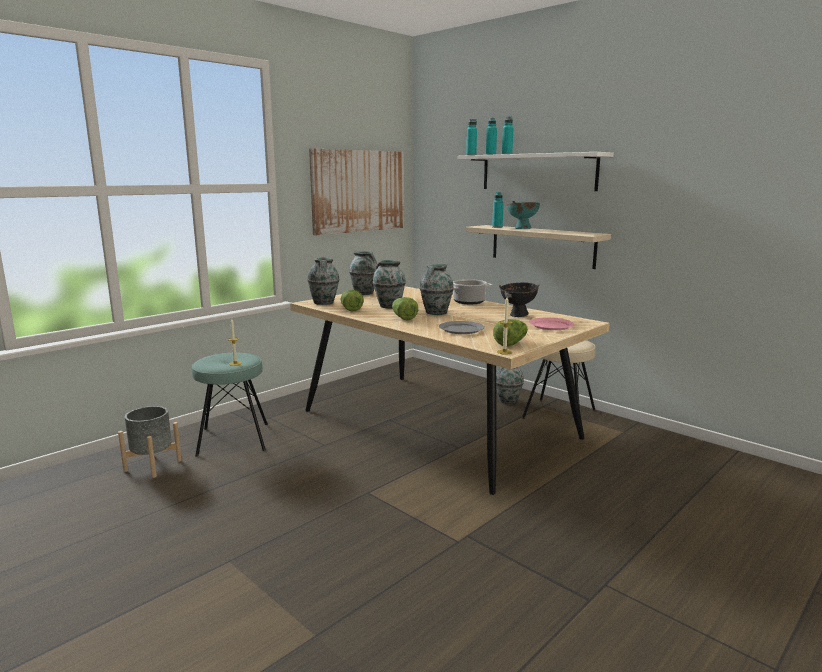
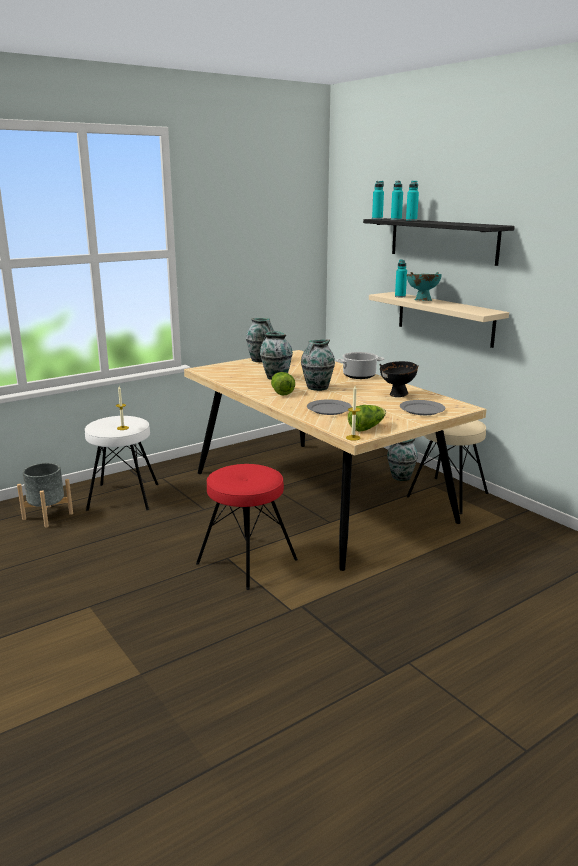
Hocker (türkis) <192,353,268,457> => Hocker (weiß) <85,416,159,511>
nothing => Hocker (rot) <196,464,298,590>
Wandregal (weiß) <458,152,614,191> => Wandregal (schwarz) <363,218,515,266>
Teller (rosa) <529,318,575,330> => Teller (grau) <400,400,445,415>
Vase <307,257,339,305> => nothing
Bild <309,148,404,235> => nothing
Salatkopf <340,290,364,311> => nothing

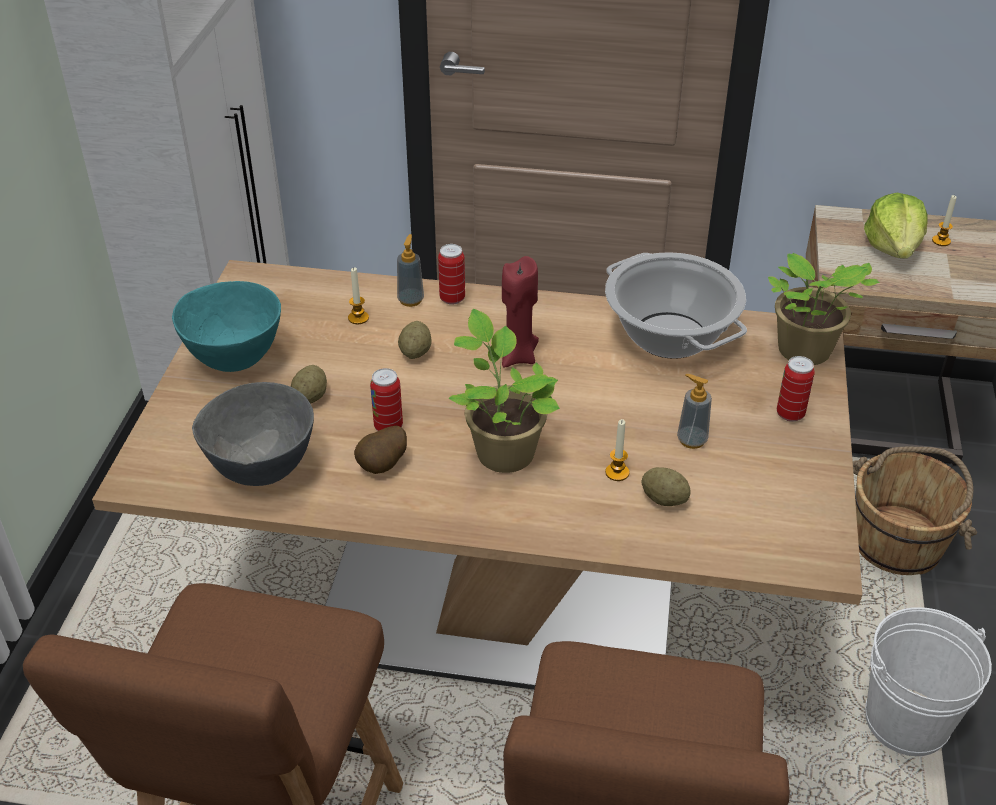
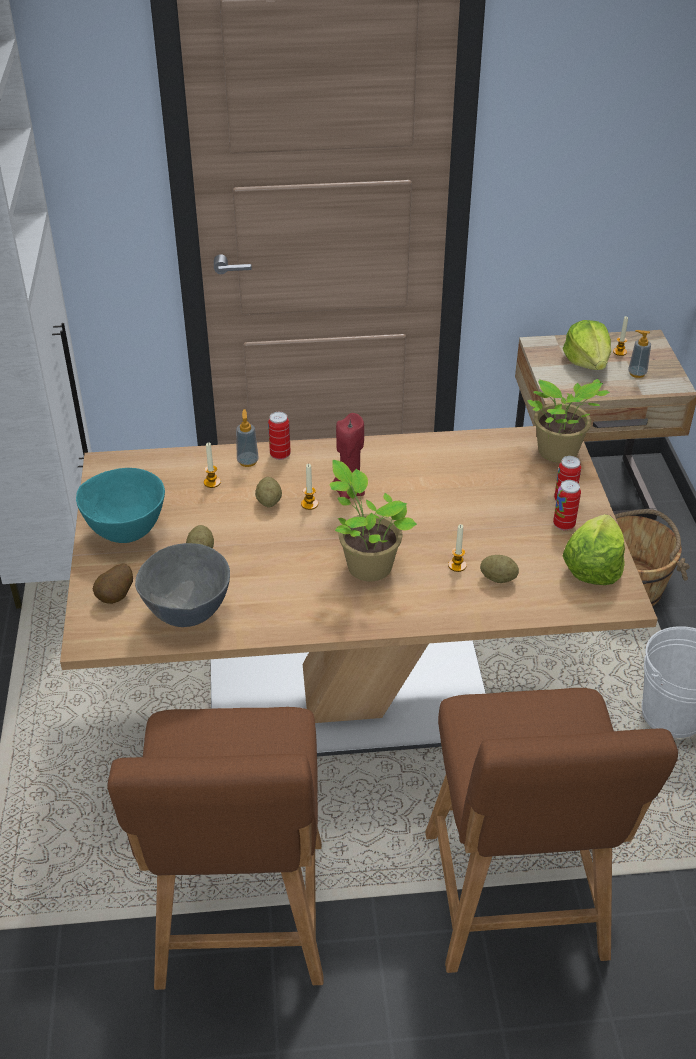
Kartoffel <354,426,407,474> => Kartoffel <93,564,133,604>, relocated
nothing => Kerze <301,464,318,510>
Dose <370,368,403,431> => Dose <553,480,581,530>, relocated
nothing => Salatkopf <563,514,625,585>
Seifenspender <677,374,712,449> => Seifenspender <628,330,651,378>, relocated
Kochtopf <605,252,747,359> => nothing

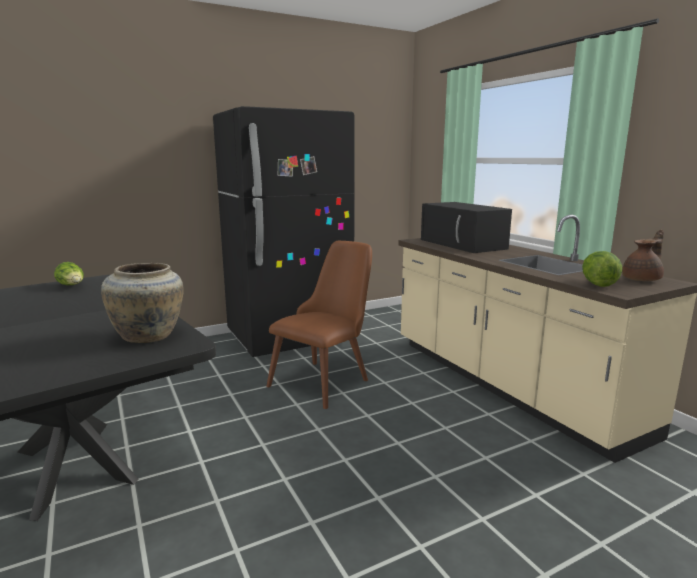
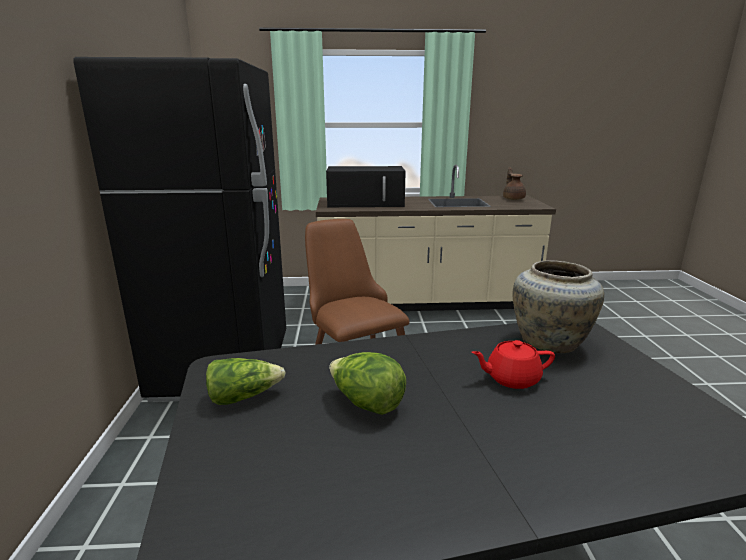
Salatkopf <582,251,622,287> => Salatkopf <329,352,407,415>, relocated
nothing => Teekanne (rot) <471,340,555,389>

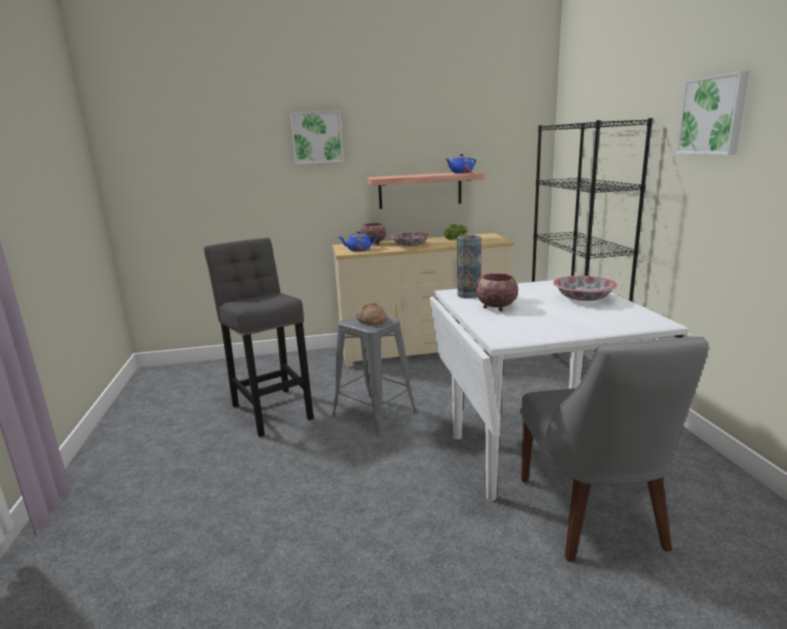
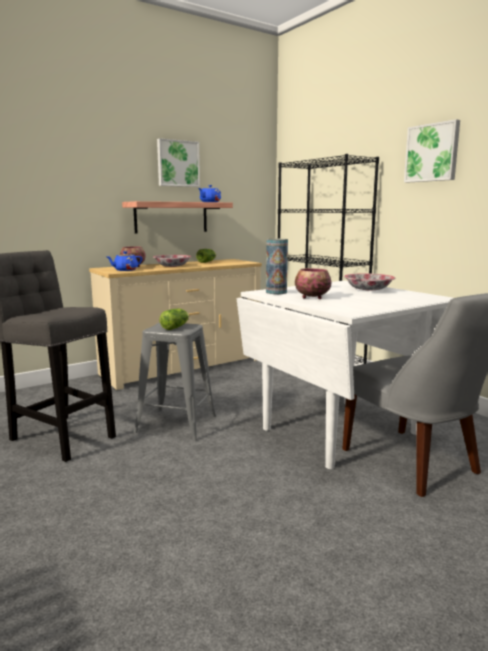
Bild <290,111,344,164> => Bild <157,138,200,187>, relocated
Brot <356,303,387,325> => Salatkopf <159,308,189,330>

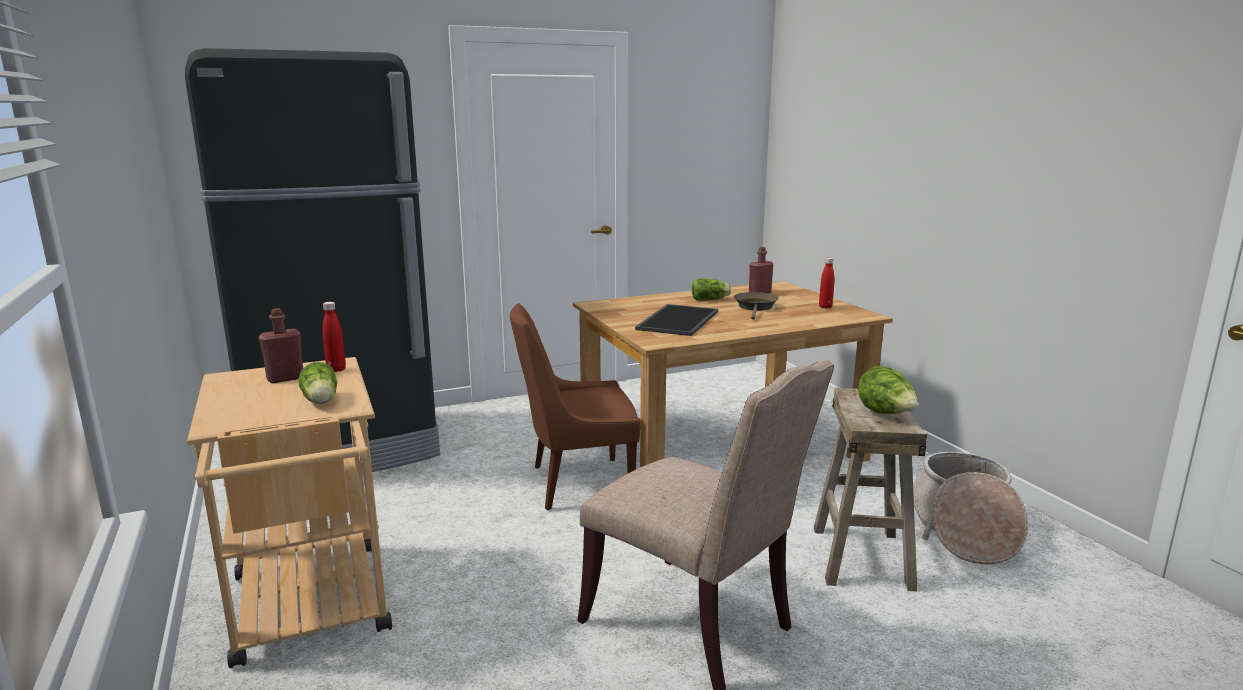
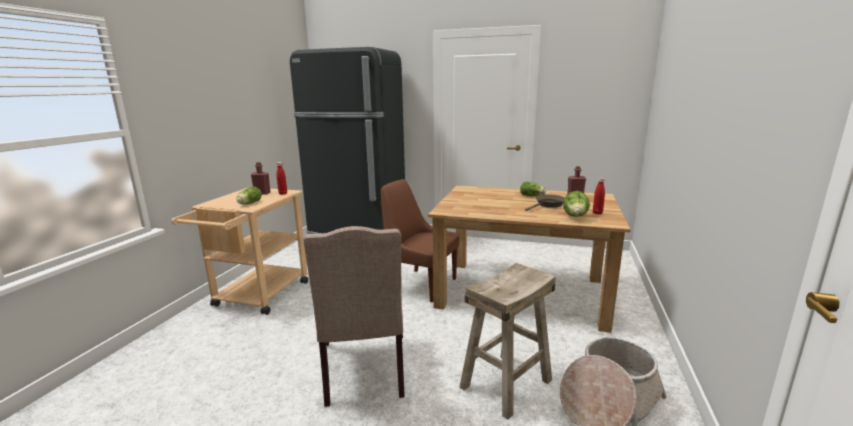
Salatkopf <858,366,918,414> => Salatkopf <563,191,590,217>, relocated
Tablett <635,304,718,336> => nothing

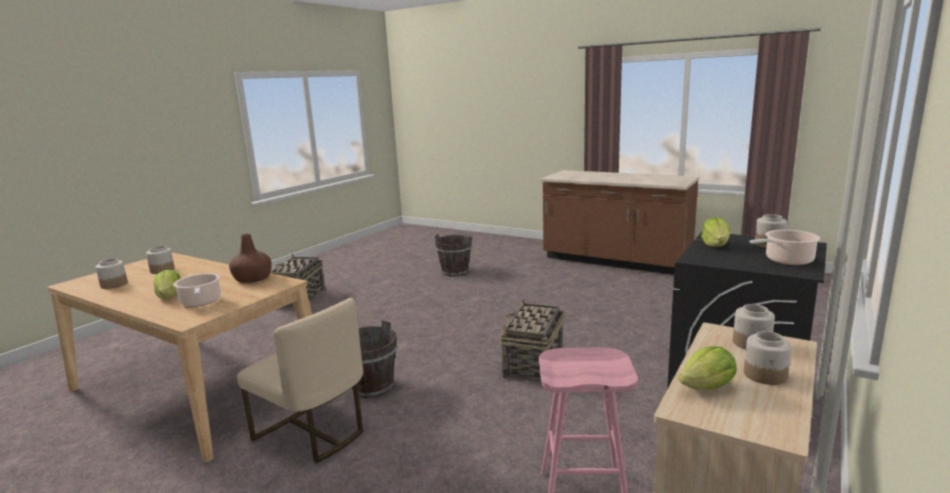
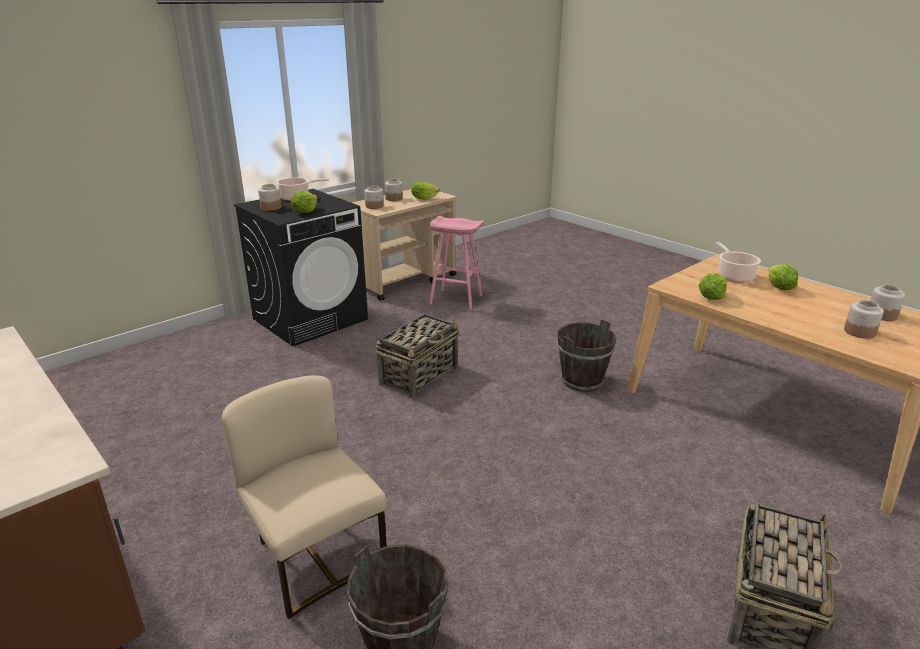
Stuhl (beige) <237,298,363,463> => Stuhl (beige) <222,375,387,619>, relocated
Flasche (braun) <229,233,272,283> => Salatkopf <699,273,727,300>

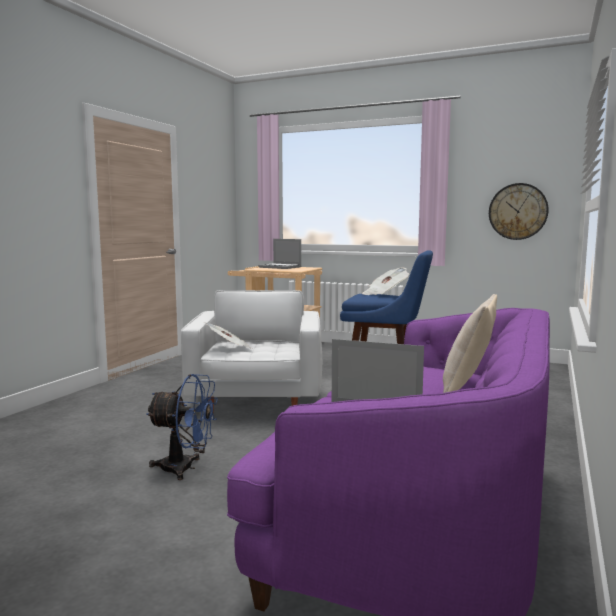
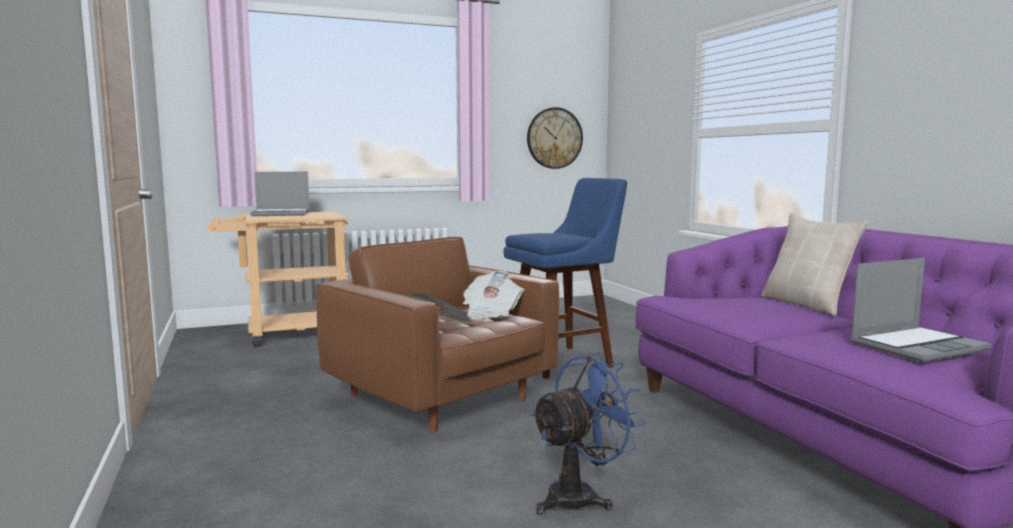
Sessel (weiß) <181,290,322,413> => Sessel (braun) <316,237,559,433>
Zeitung <362,267,409,295> => Zeitung <463,271,525,320>, relocated

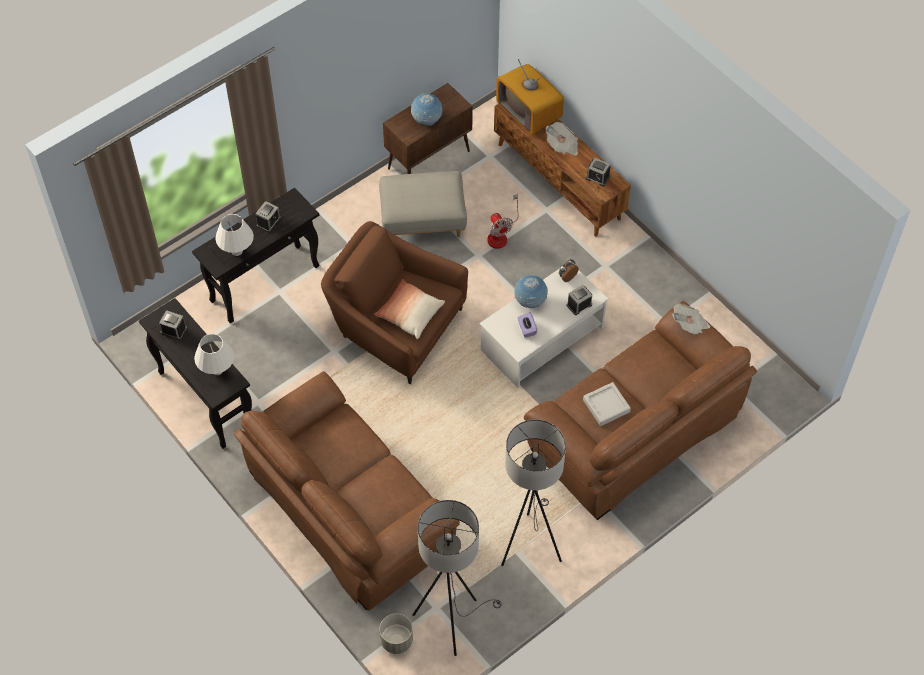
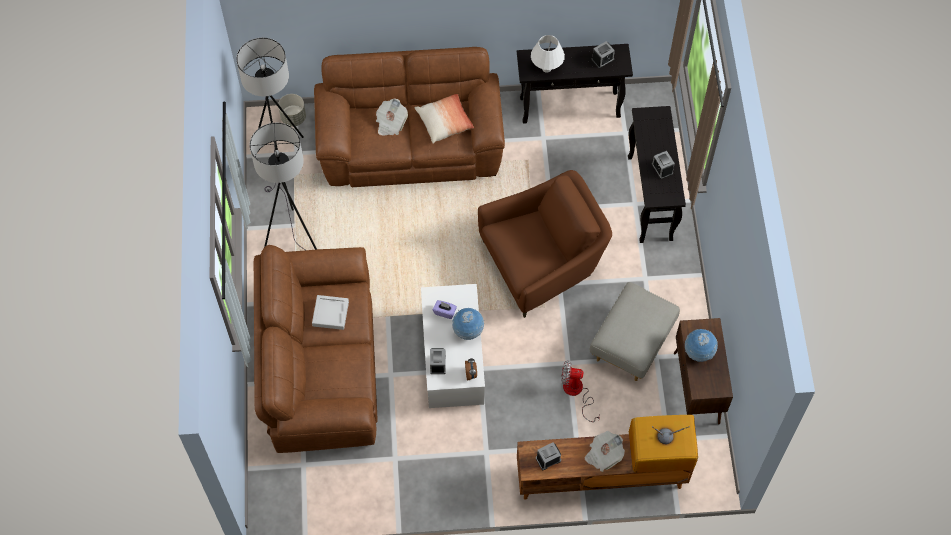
Zeitung <672,303,710,335> => Zeitung <376,99,408,135>, relocated
Kissen <374,279,445,339> => Kissen <415,94,474,144>, relocated
Tischlampe (weiß) <215,214,254,256> => nothing

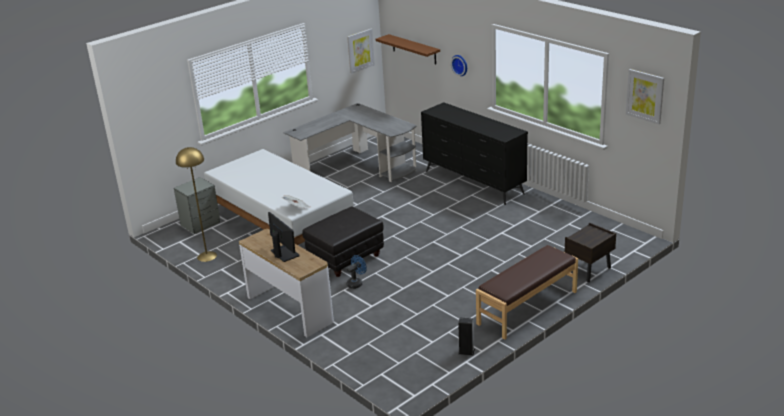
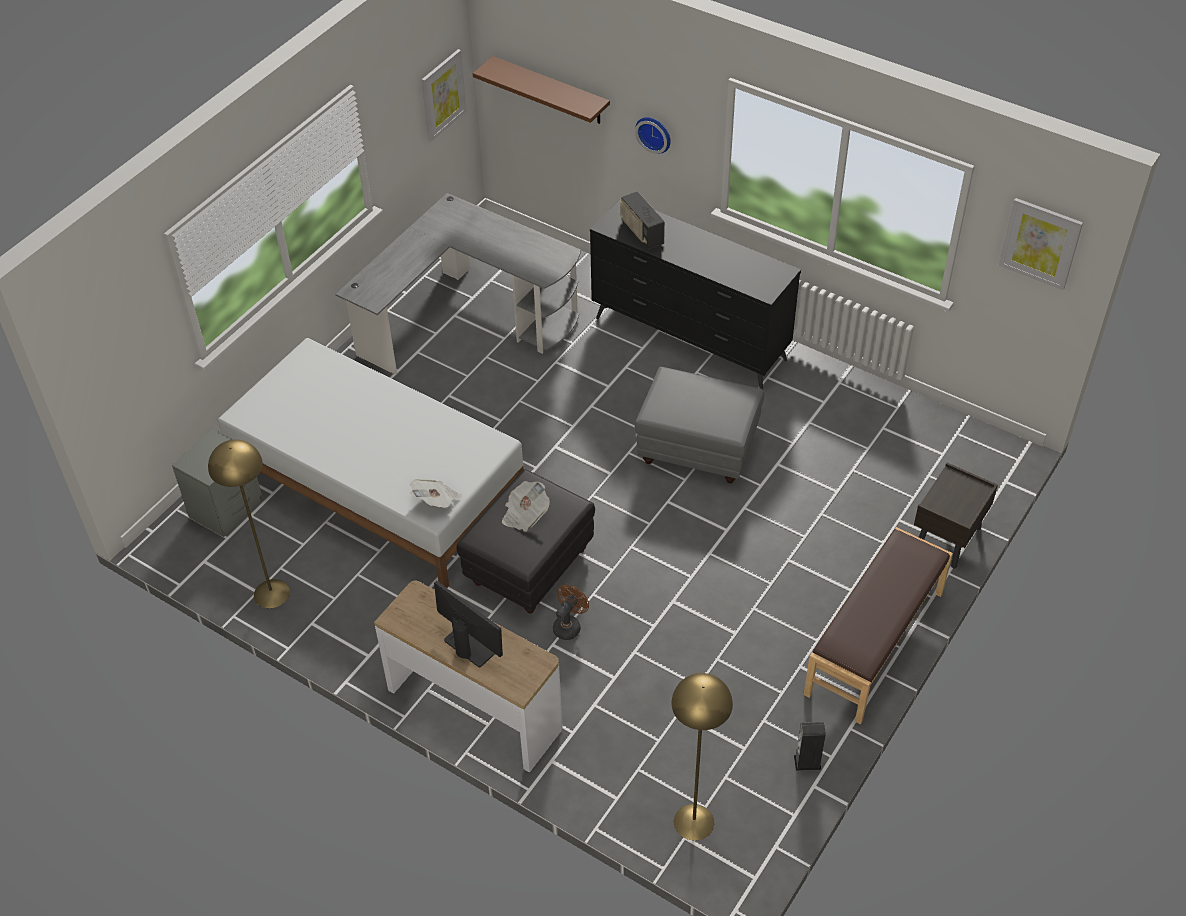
nothing => Zeitung <502,481,550,531>
Ventilator (blau) <346,255,367,289> => Ventilator (braun) <553,585,589,640>
nothing => Radio <620,191,665,250>
nothing => Polsterhocker (grau) <635,367,764,483>
nothing => Stehlampe (gelb) <671,673,733,841>

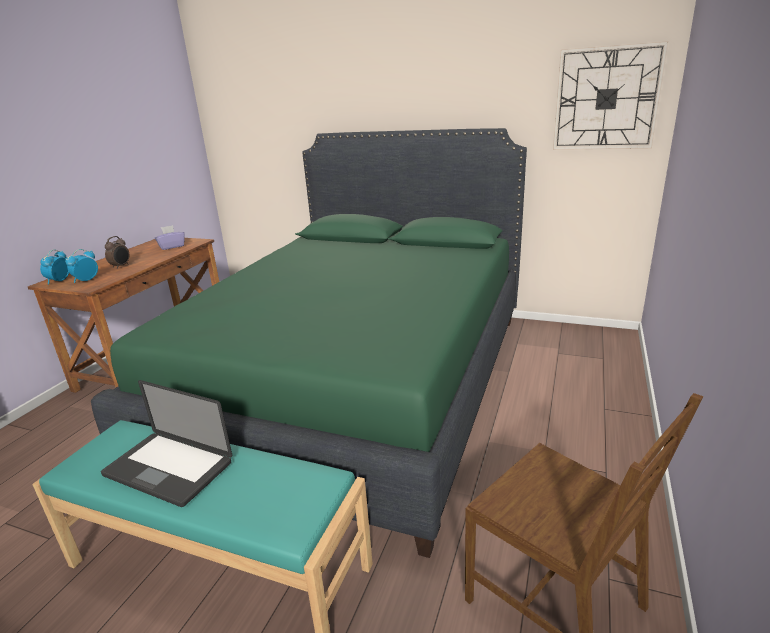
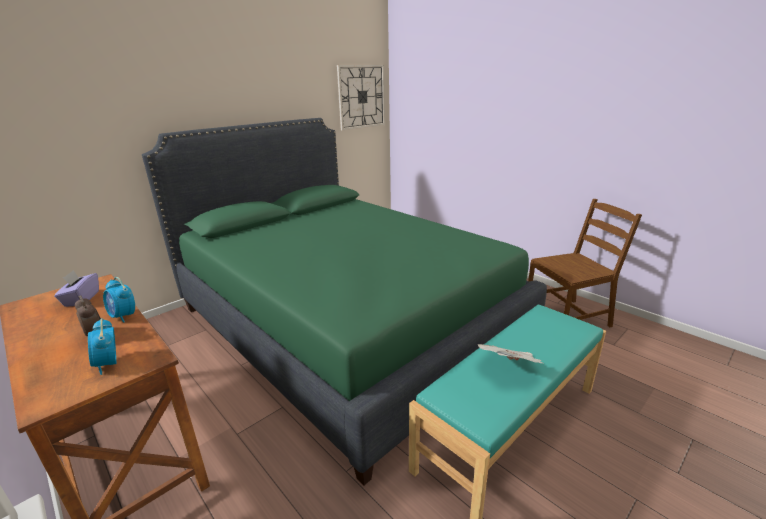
Wecker <40,249,69,284> => Wecker <103,277,135,323>, relocated
Laptop <101,380,232,507> => Zeitung <478,344,545,364>

